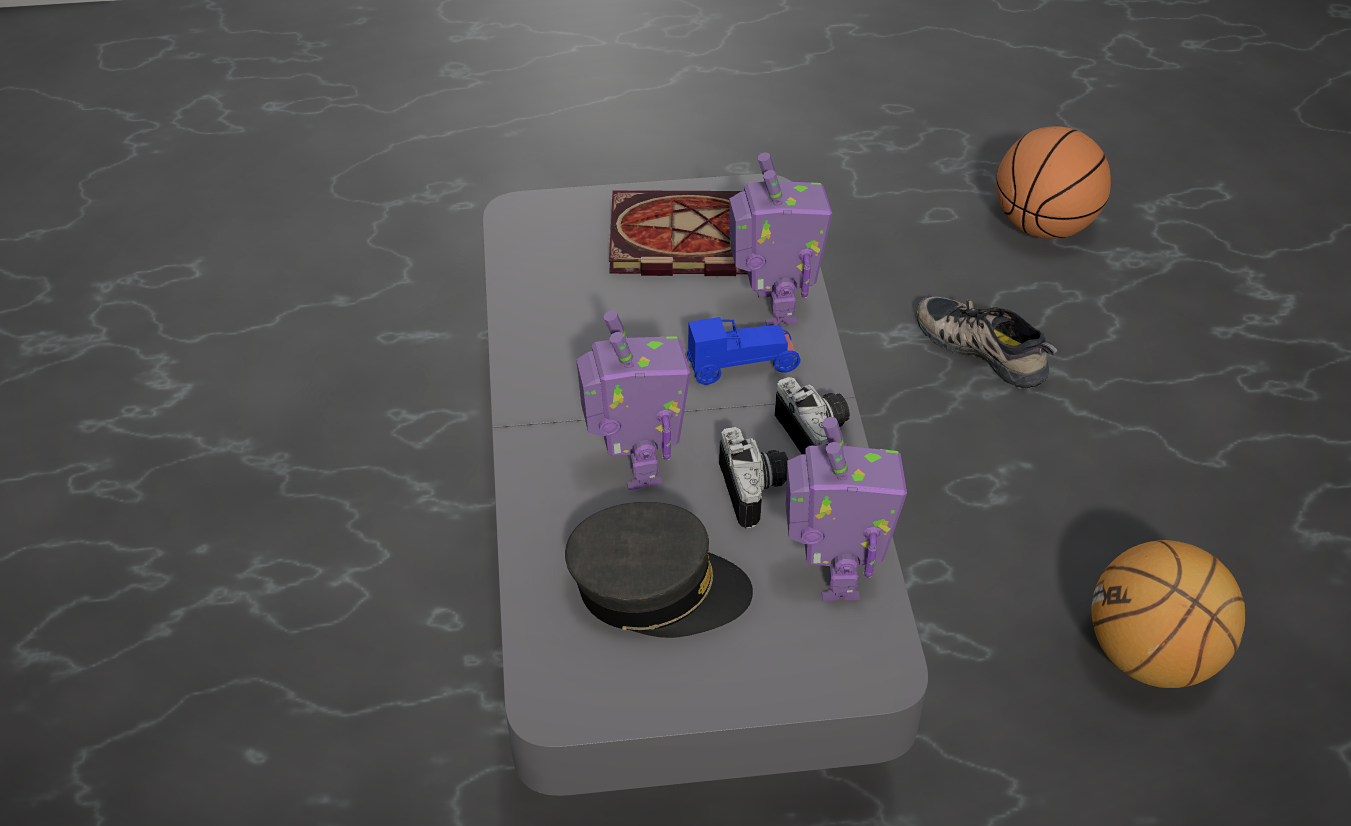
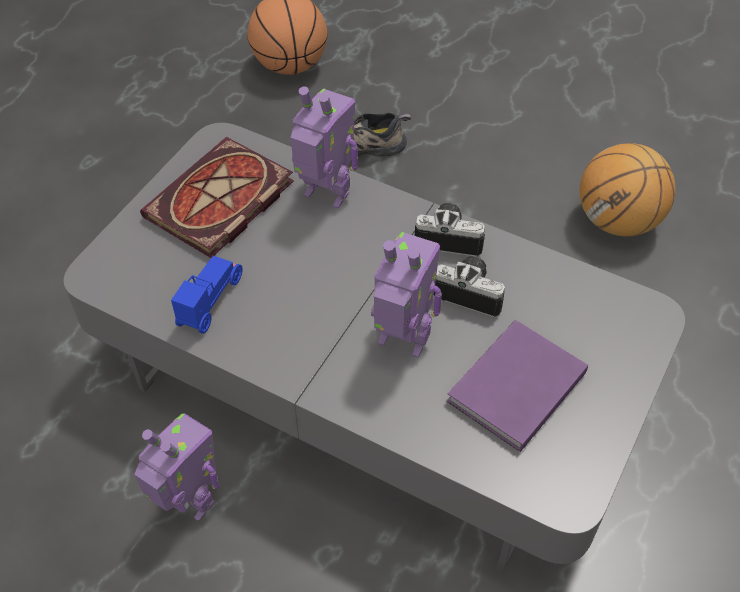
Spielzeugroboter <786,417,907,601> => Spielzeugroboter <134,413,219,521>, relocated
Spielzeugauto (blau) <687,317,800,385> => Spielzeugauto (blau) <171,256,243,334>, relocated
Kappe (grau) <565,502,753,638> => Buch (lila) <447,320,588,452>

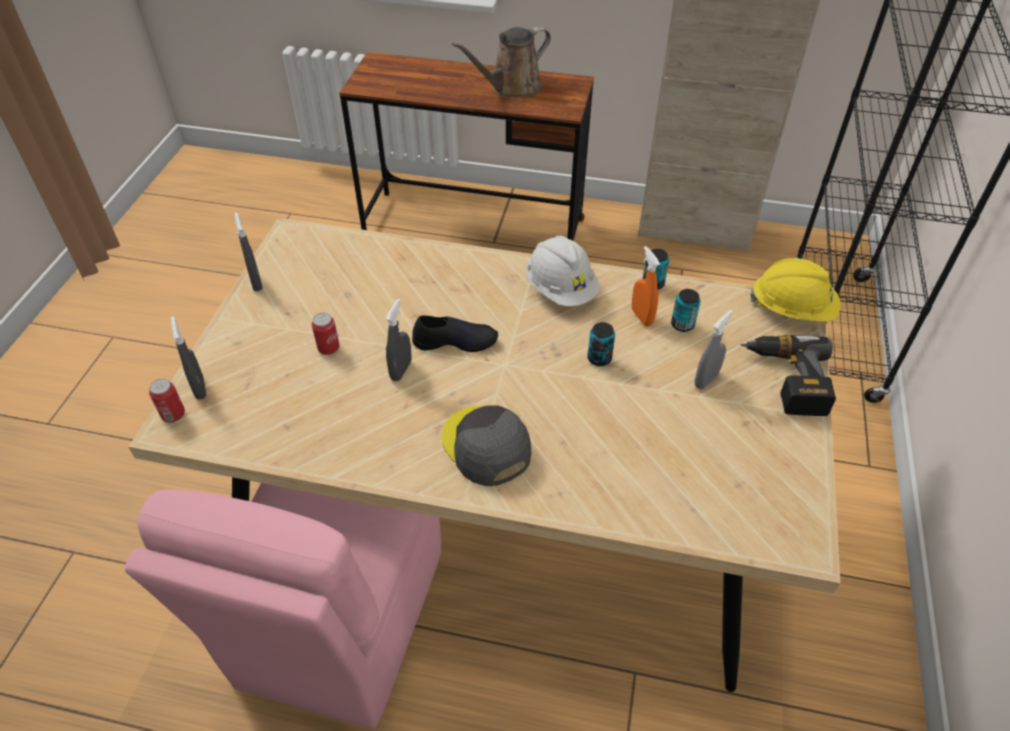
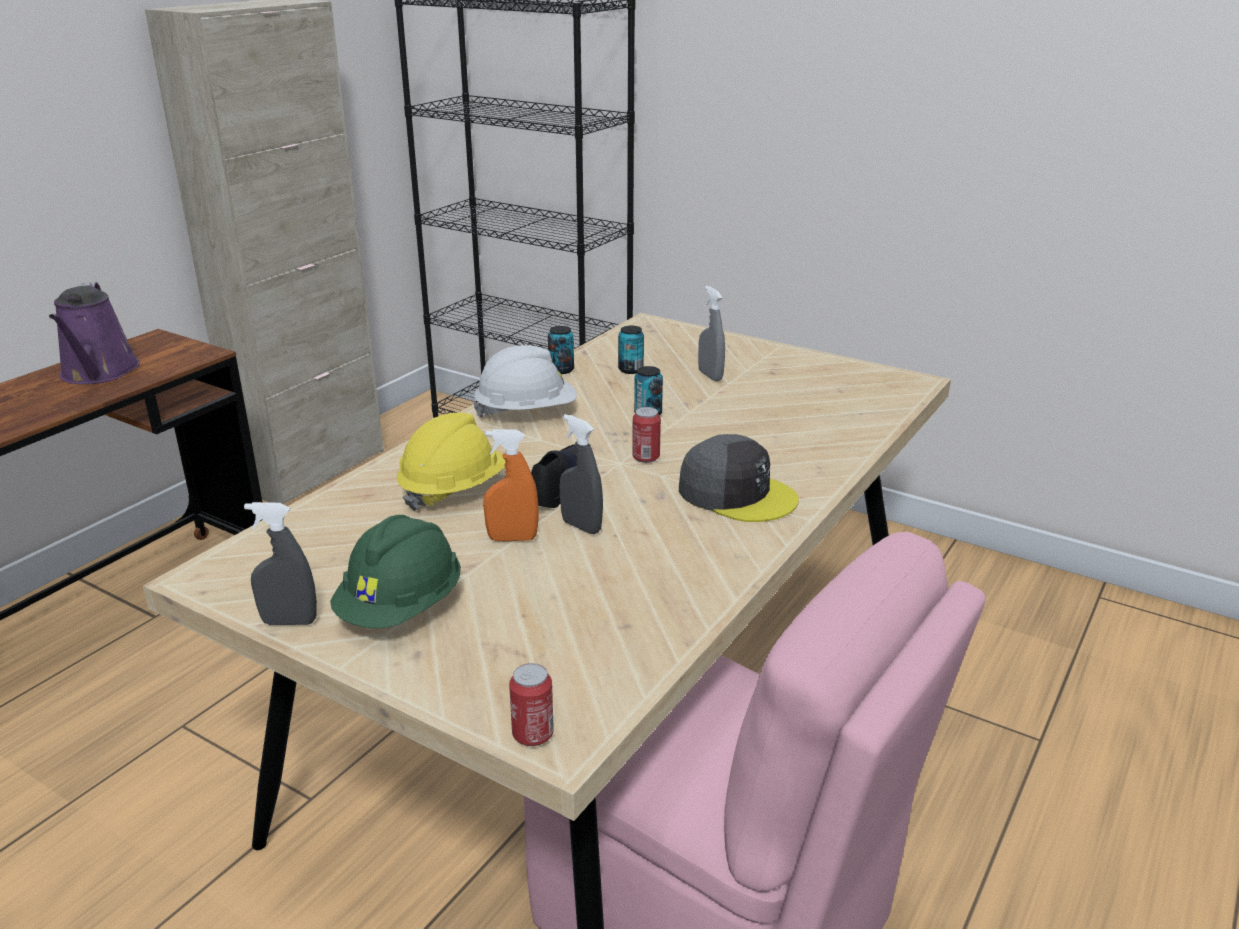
Gießkanne (braun) <452,26,551,98> => Gießkanne (lila) <49,282,140,384>
nothing => Schutzhelm (grün) <330,515,461,629>
Schutzhelm (gelb) <750,258,841,322> => Schutzhelm (gelb) <397,413,506,511>, relocated
Sprühflasche (orange) <632,246,660,326> => Sprühflasche (orange) <483,430,538,541>, relocated
Dose <312,313,340,355> => Dose <632,407,661,463>, relocated
Kappe (grau) <442,405,531,486> => Kappe (grau) <679,434,799,522>, 135 degrees counterclockwise
Sprühflasche (grau) <171,316,207,400> => nothing
Bohrmaschine <741,335,836,416> => nothing

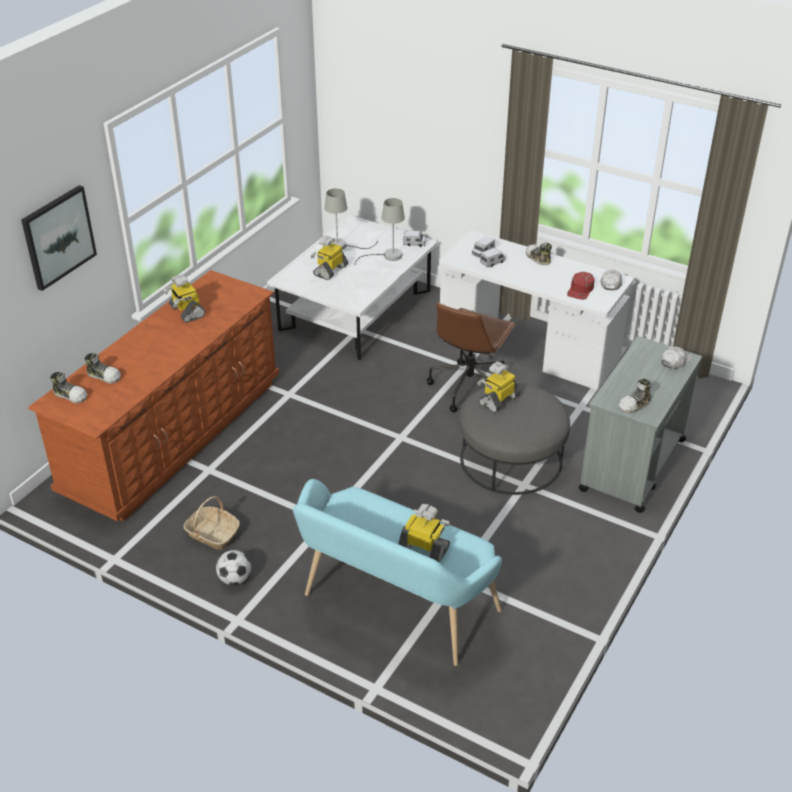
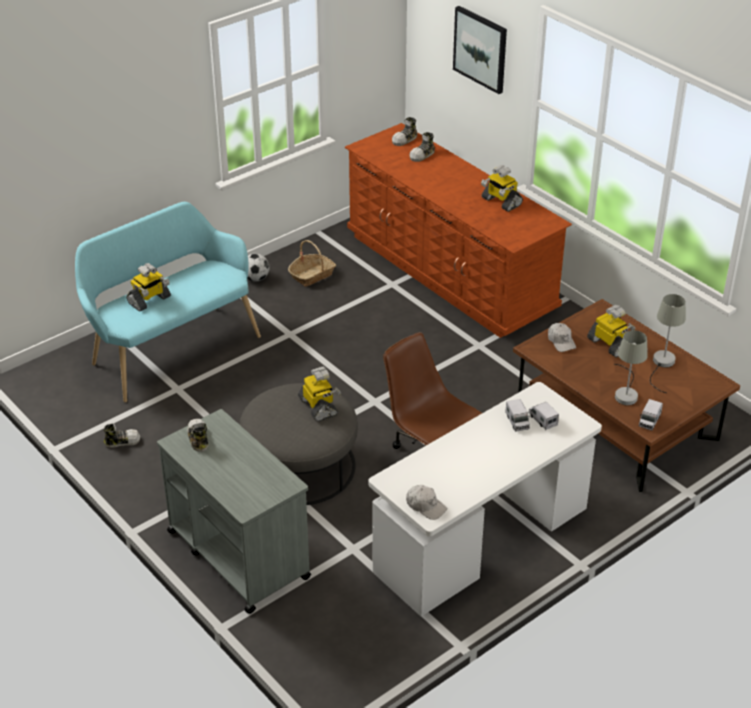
Schuh <526,242,552,265> => Schuh <103,423,140,448>, relocated
Spielzeugroboter <163,274,205,323> => Spielzeugroboter <481,165,523,212>, 120 degrees counterclockwise
Couchtisch (weiß) <267,215,438,360> => Couchtisch (braun) <513,299,740,492>
Kappe (weiß) <661,346,692,369> => Kappe (weiß) <548,323,576,352>, relocated
Kappe (rot) <567,272,595,300> => nothing

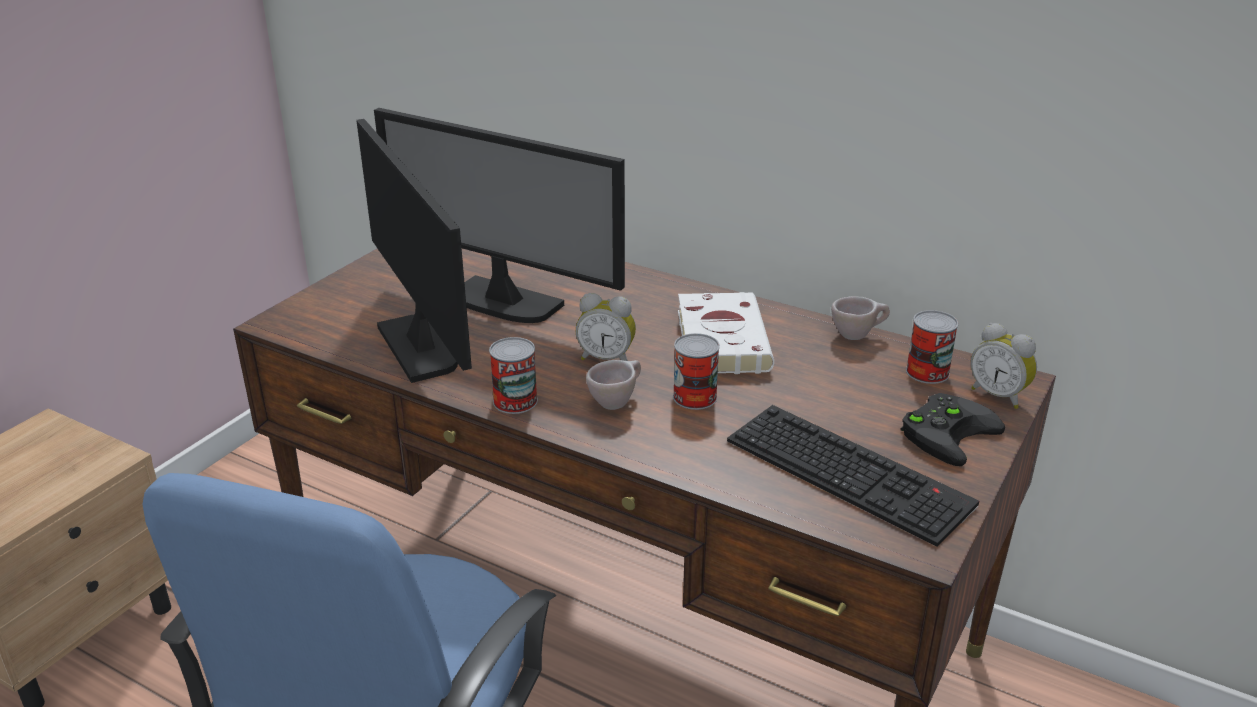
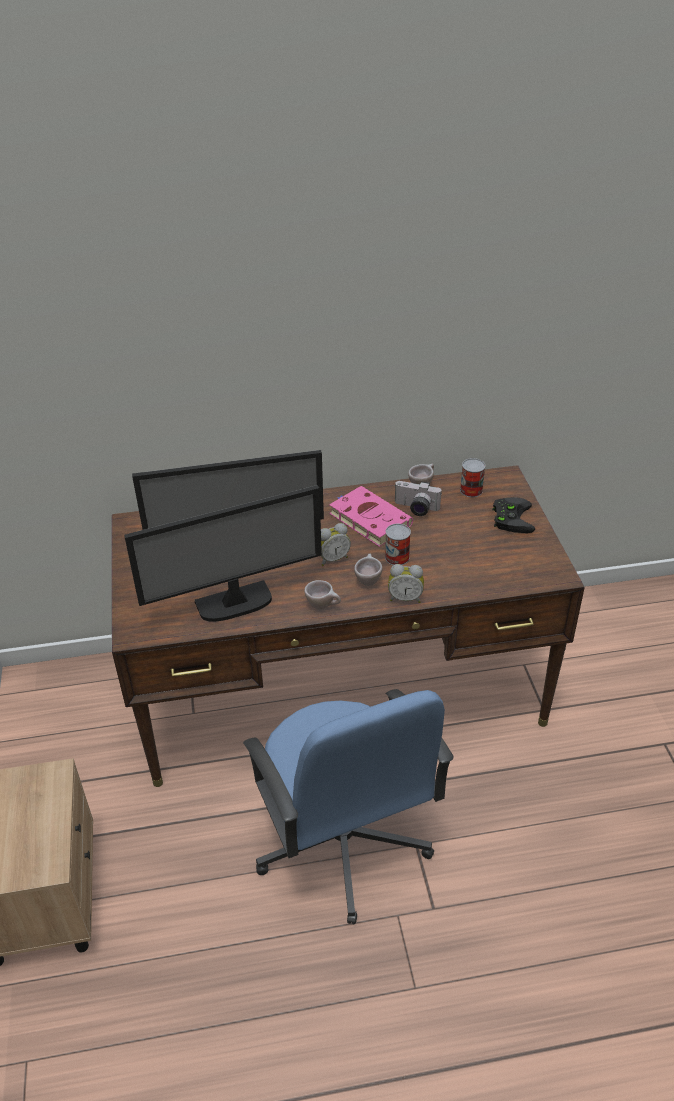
Monitor <356,119,472,383> => Monitor <124,485,322,622>, 135 degrees clockwise
Dose <489,337,538,414> => Tasse (beige) <304,580,341,610>
Buch (weiß) <678,292,774,374> => Buch (rosa) <329,486,413,547>
Wecker <971,323,1037,409> => Wecker <388,564,424,603>, relocated
nothing => Kamera <394,481,442,516>
Tastatur <727,405,979,547> => nothing

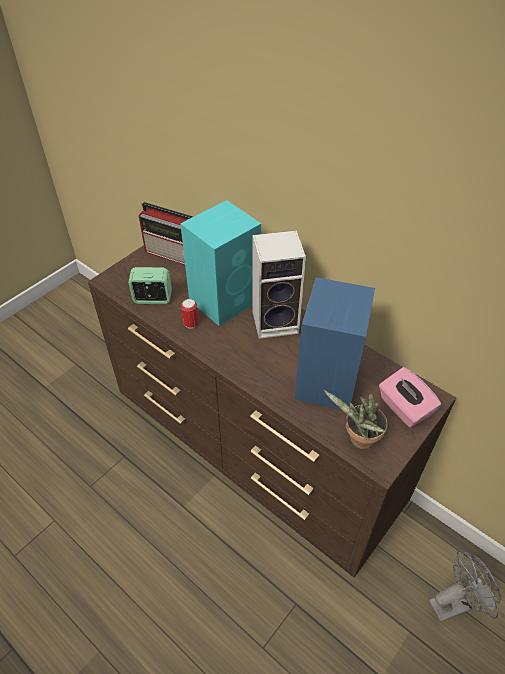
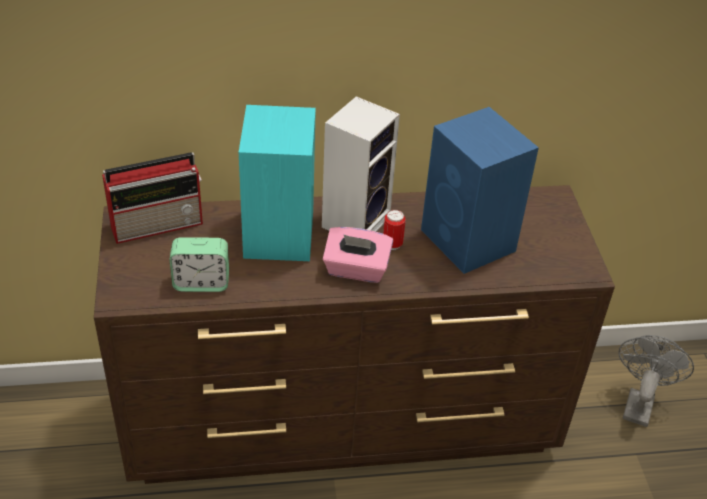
Wecker <128,267,172,304> => Wecker <170,237,229,292>, 135 degrees counterclockwise
Taschentuchbox (rosa) <379,367,441,428> => Taschentuchbox (rosa) <323,227,393,283>, relocated
Dose <181,299,199,328> => Dose <383,210,405,250>, relocated
Topfpflanze <324,390,387,449> => nothing

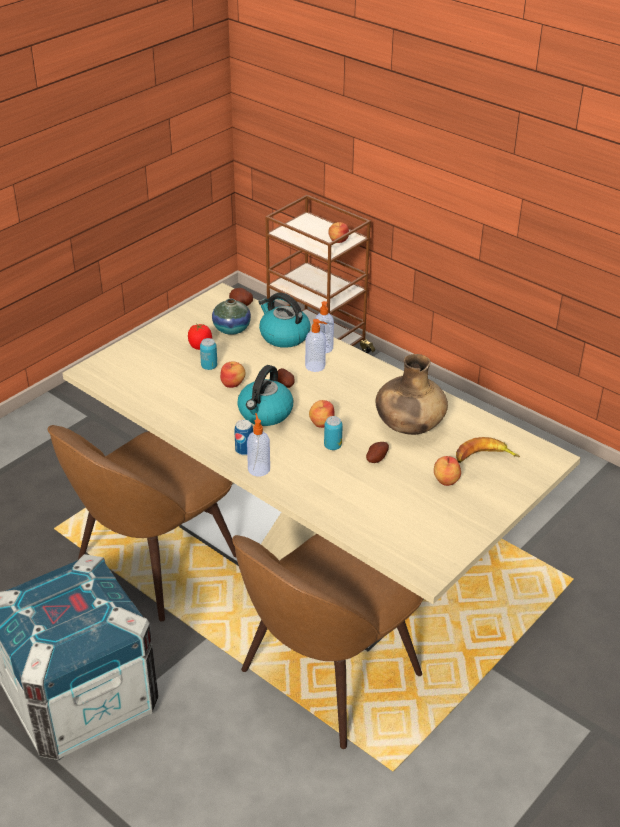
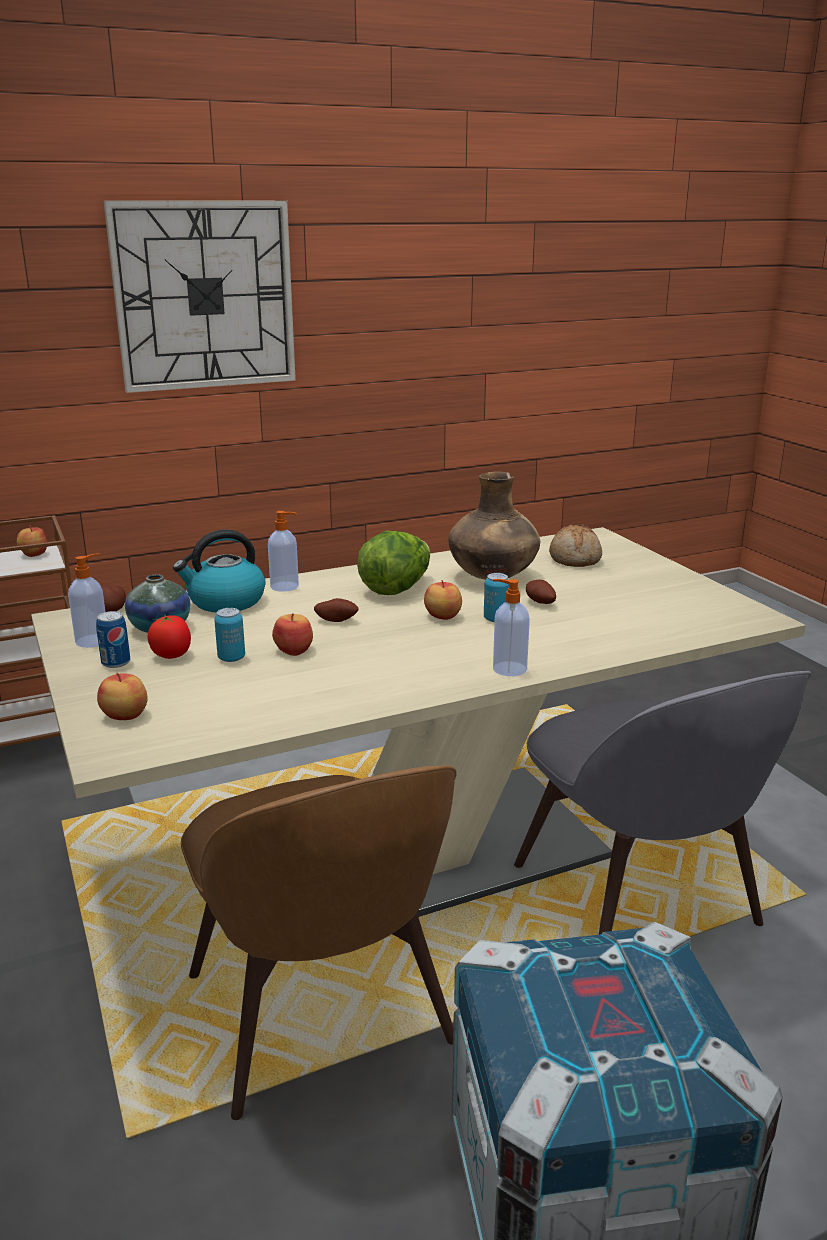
Seifenspender <305,319,327,372> => Seifenspender <68,553,105,648>, relocated
Dose <234,420,253,455> => Dose <96,611,130,668>, relocated
Apfel <434,456,461,486> => Apfel <97,673,148,720>, relocated
nothing => Wanduhr <103,201,296,393>
nothing => Salatkopf <357,531,430,595>
Stuhl (braun) <232,534,423,749> => Stuhl (grau) <514,671,811,935>
Banane <456,437,520,463> => Brot <549,524,602,567>
Wasserkessel <237,365,293,426> => nothing

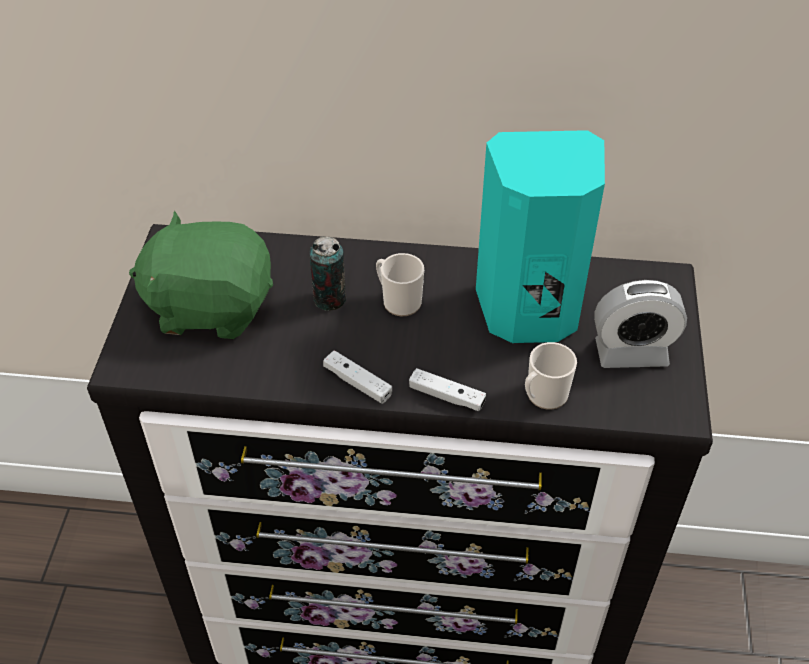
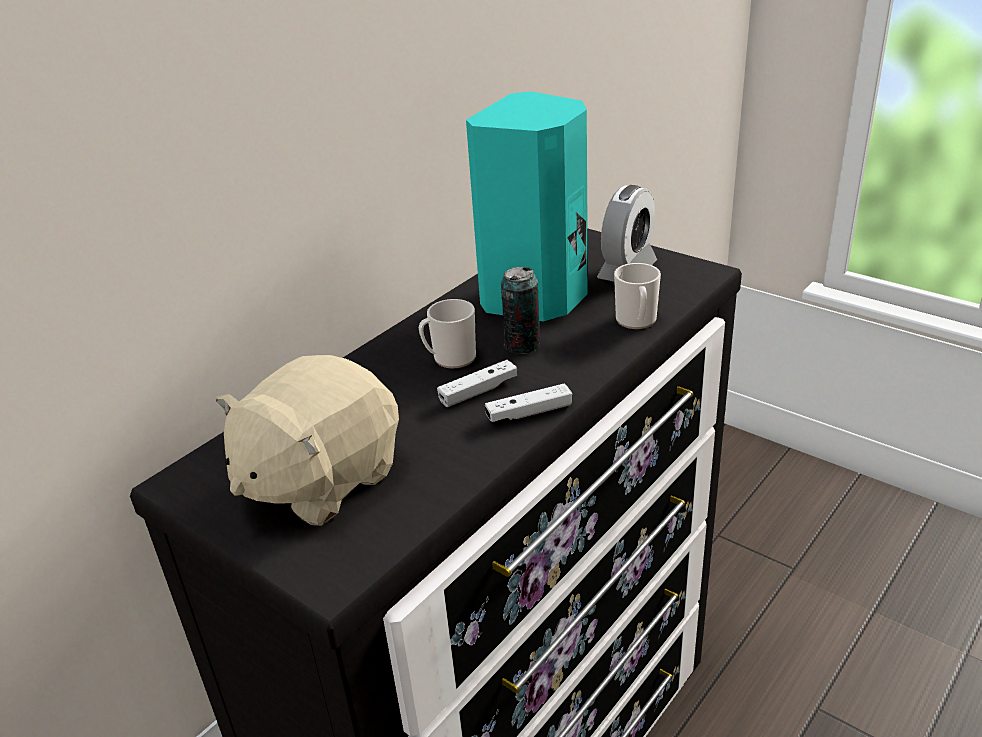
Plüschtier (grün) <129,211,273,339> => Plüschtier (beige) <216,355,399,526>
Gamepad (weiß) <409,368,486,411> => Gamepad (weiß) <437,360,518,407>, relocated
Dose <310,237,346,311> => Dose <501,267,540,354>, relocated

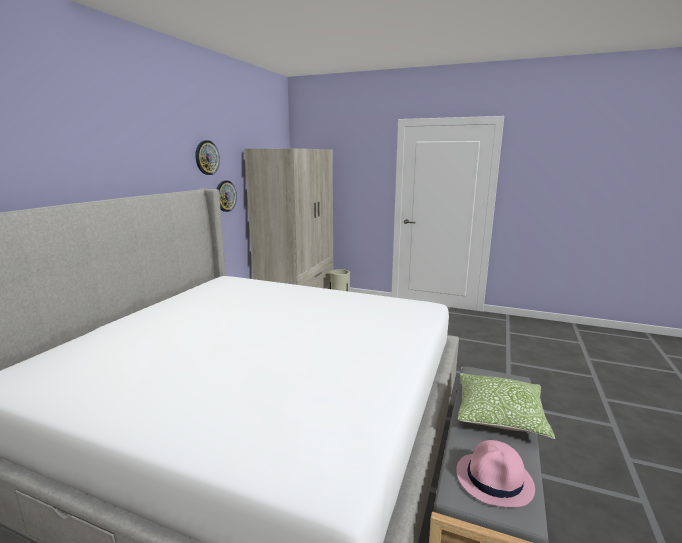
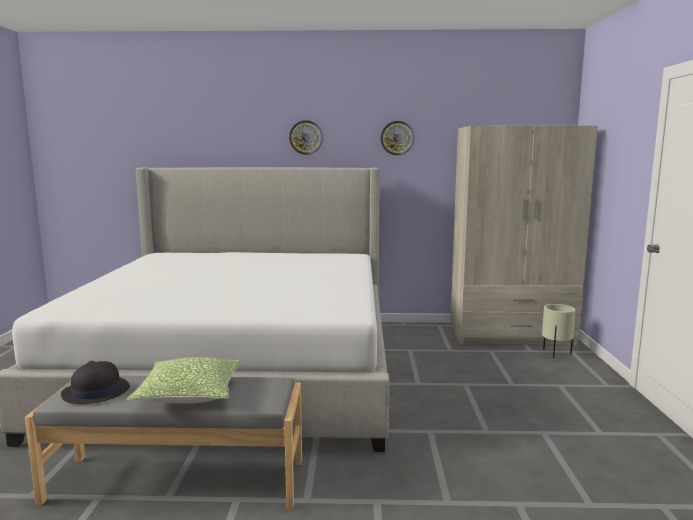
Hut (rosa) <456,440,535,507> => Hut (schwarz) <61,361,130,404>
Wanduhr <217,180,237,212> => Wanduhr <289,120,323,155>, relocated

